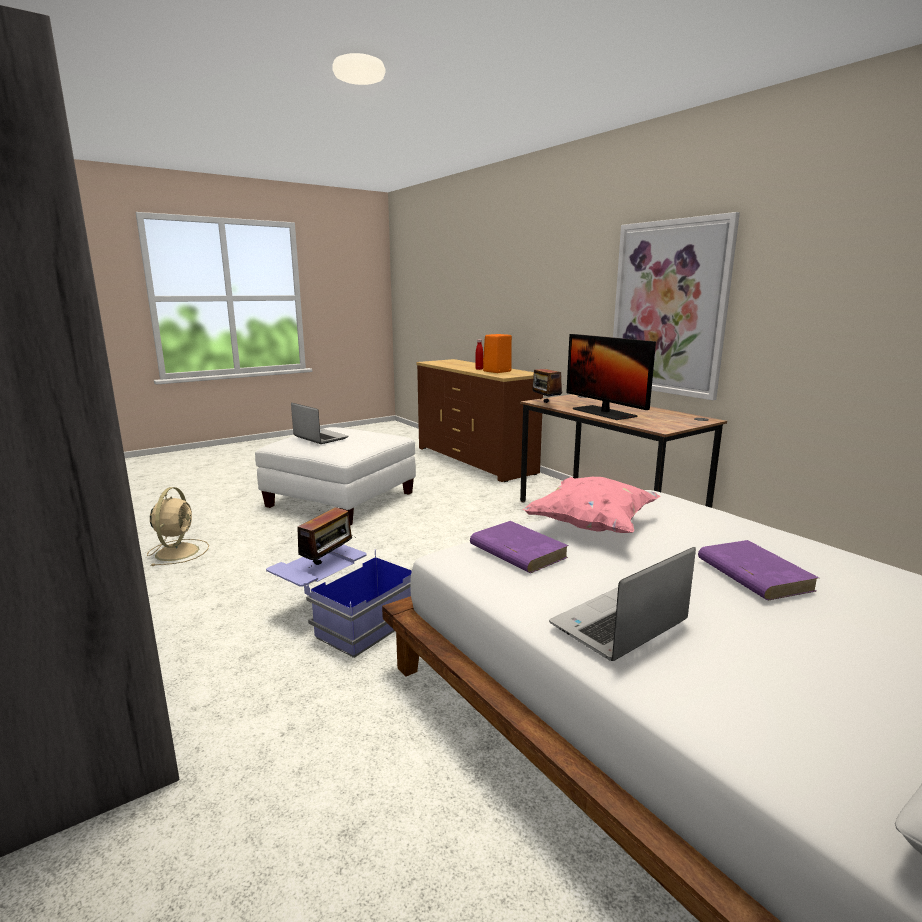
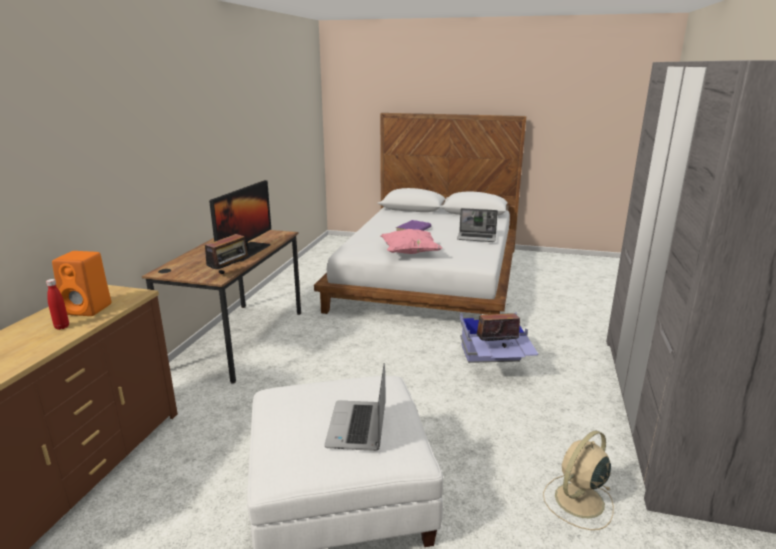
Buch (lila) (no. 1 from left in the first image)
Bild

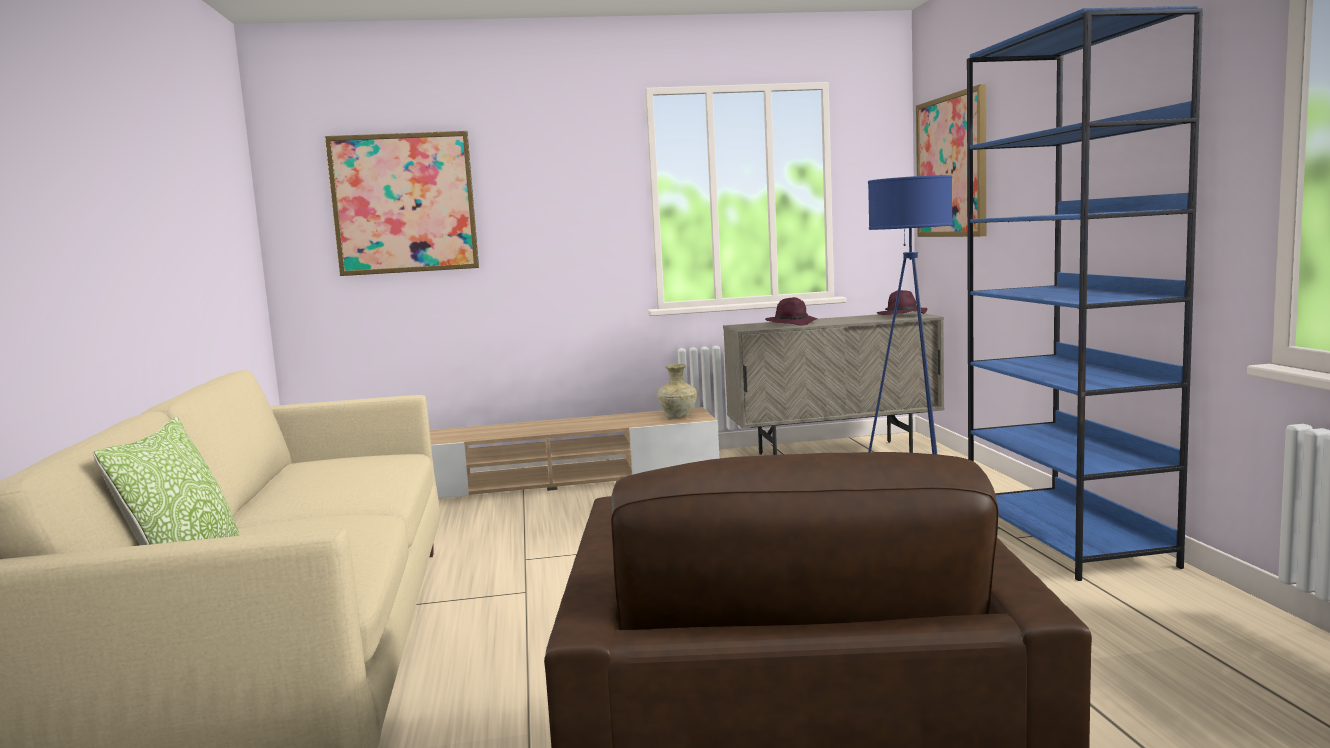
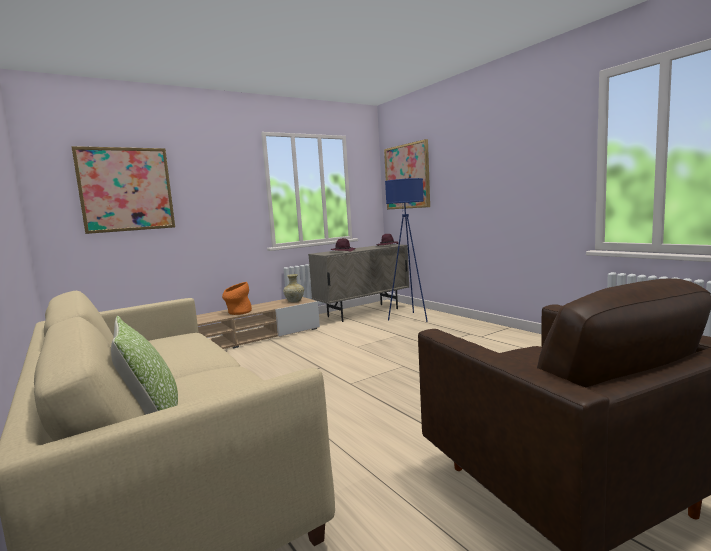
Vase (orange)
Bücherregal (blau)

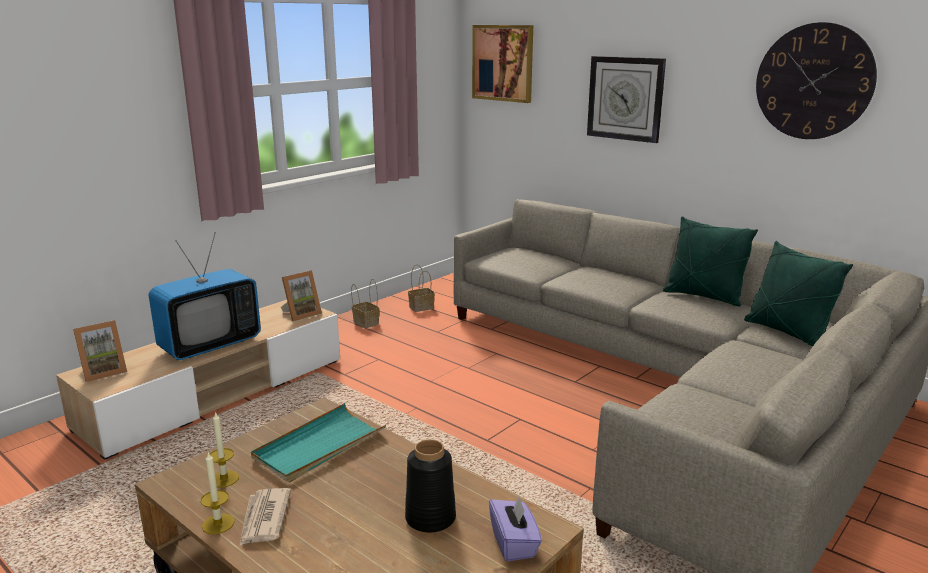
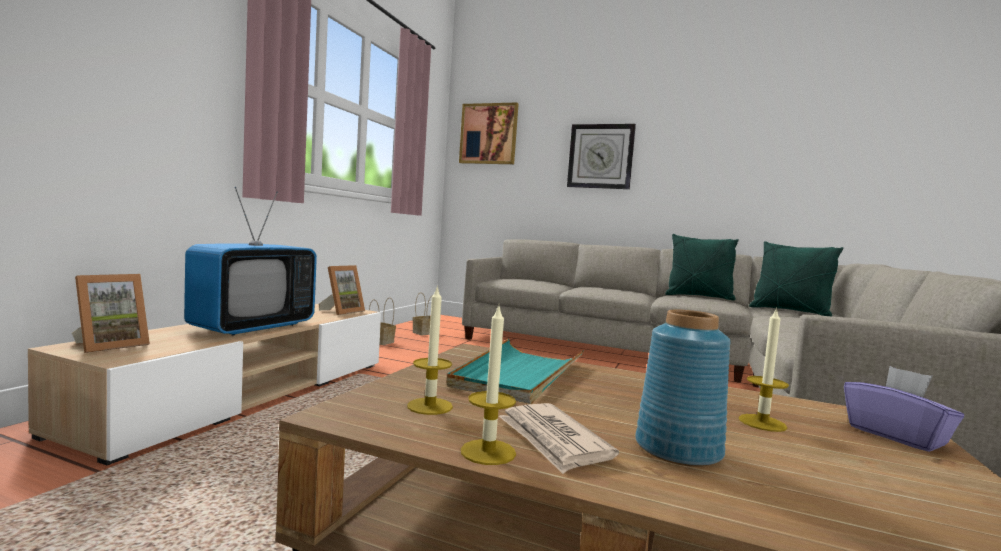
Vase (blau)
Kerze (no. 3 from left)
Wanduhr (no. 2 from left in the first image)

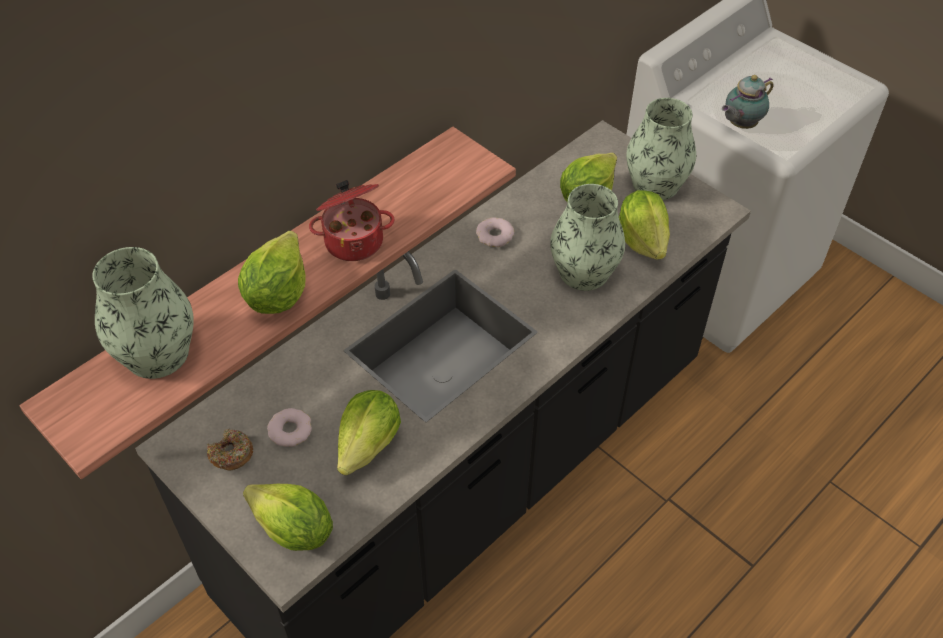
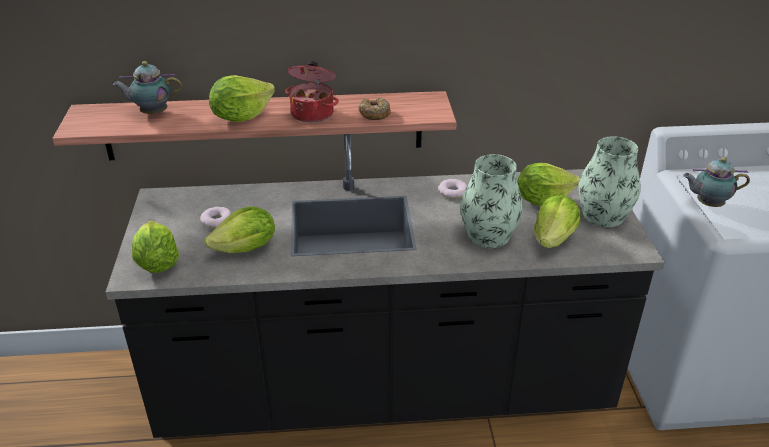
Teekanne (no. 1 from left)
Donut (no. 2 from left)

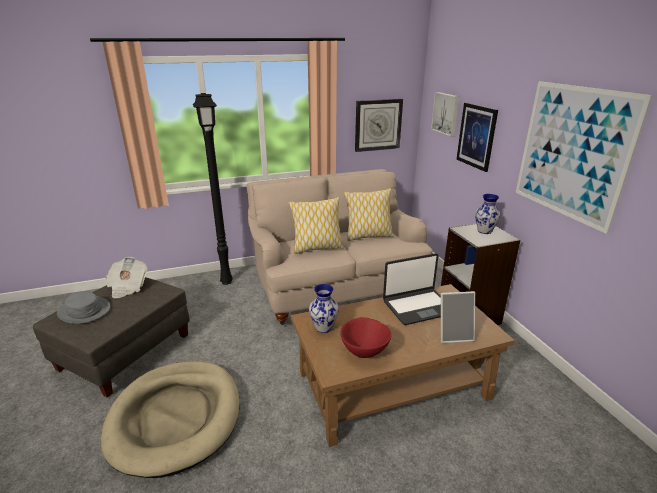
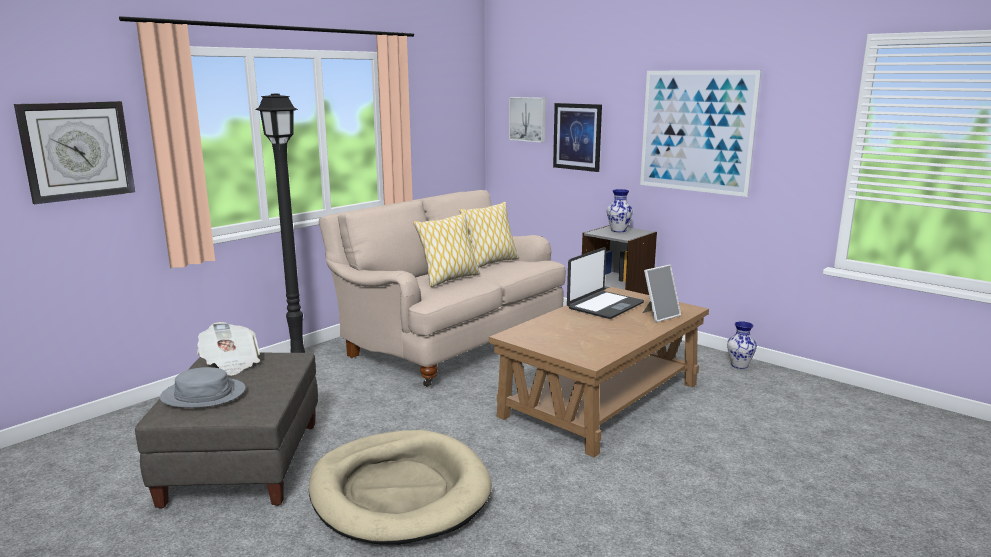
Wanduhr
Vase (no. 2 from left)
Schüssel (rot)

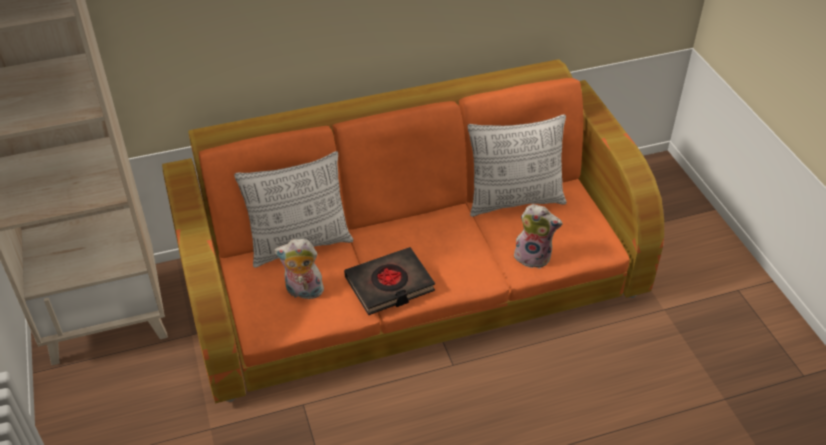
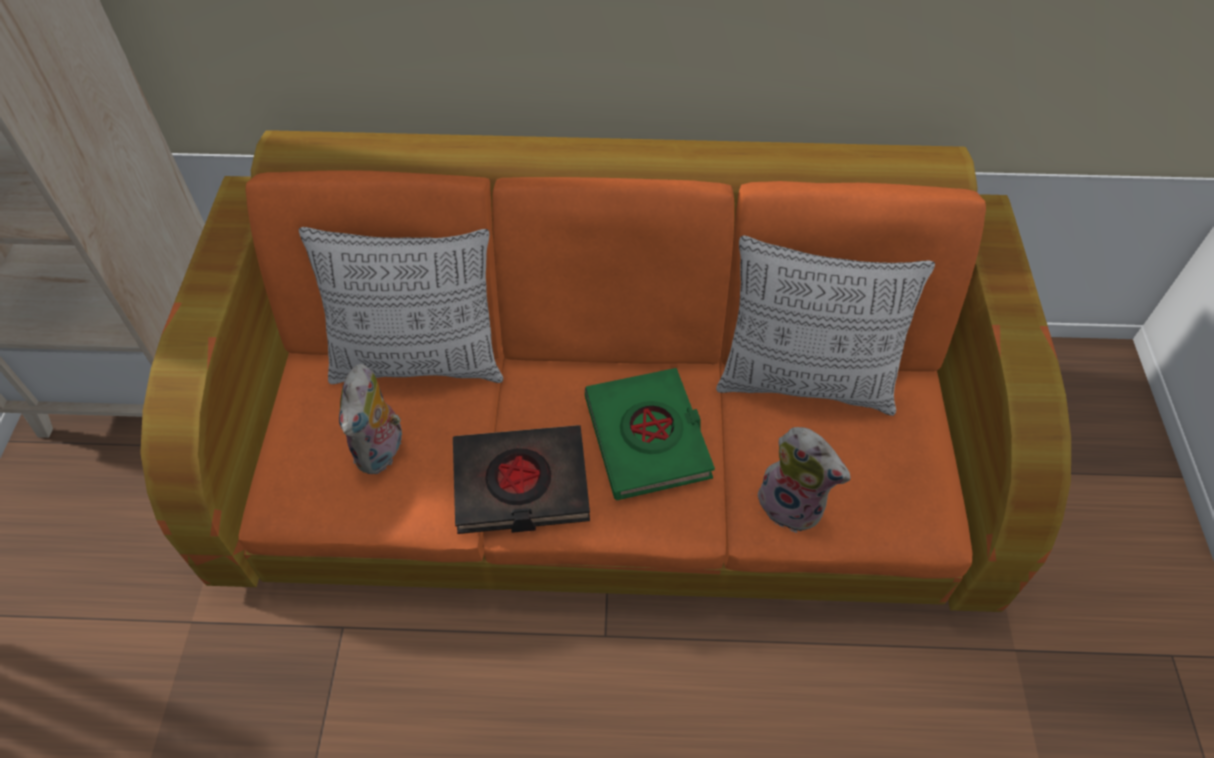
Plüschtier (no. 1 from left)
Buch (grün)

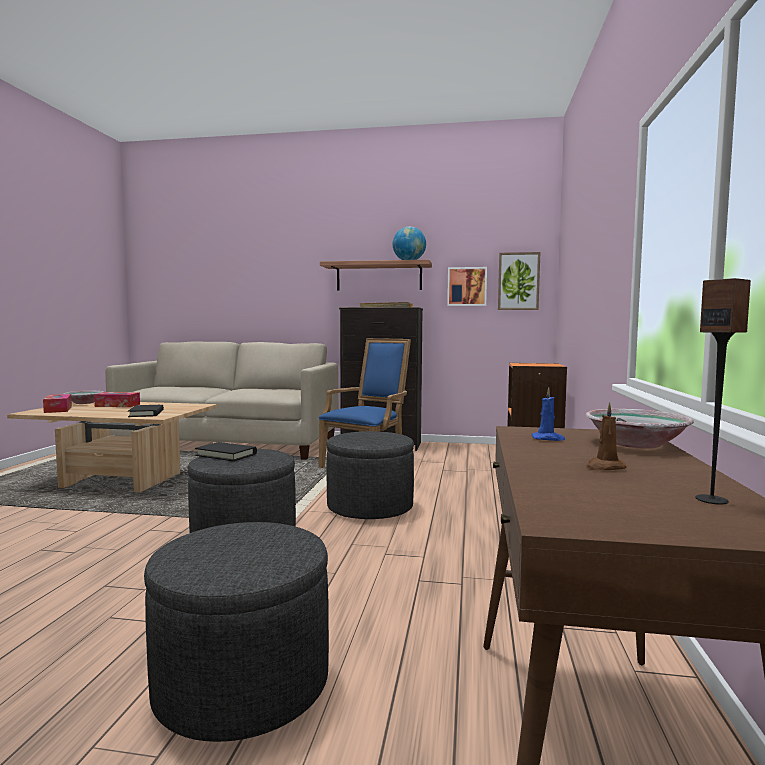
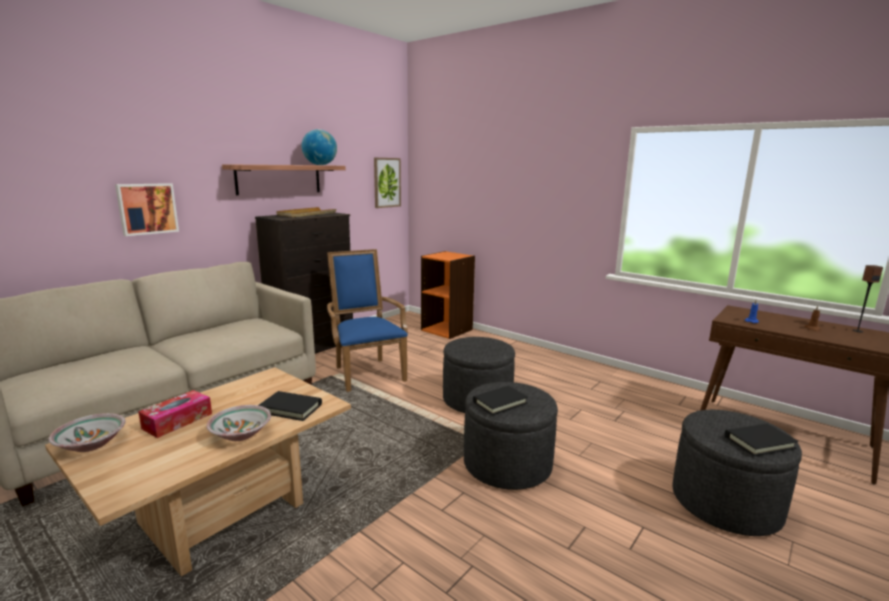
Bild (no. 1 from left)
Schüssel (no. 2 from left)
Buch (schwarz) (no. 3 from left)
Taschentuchbox (no. 1 from left in the first image)

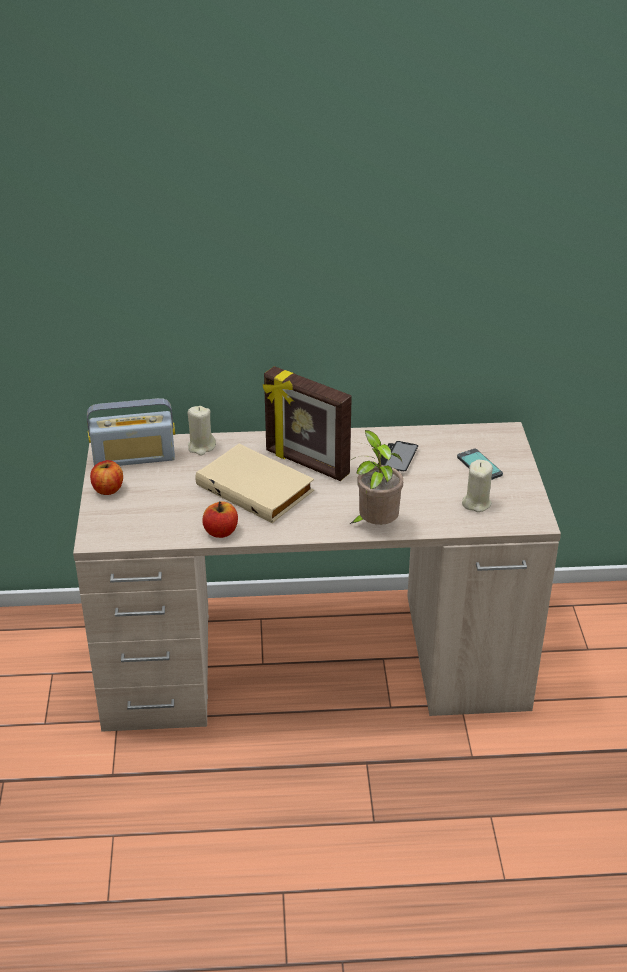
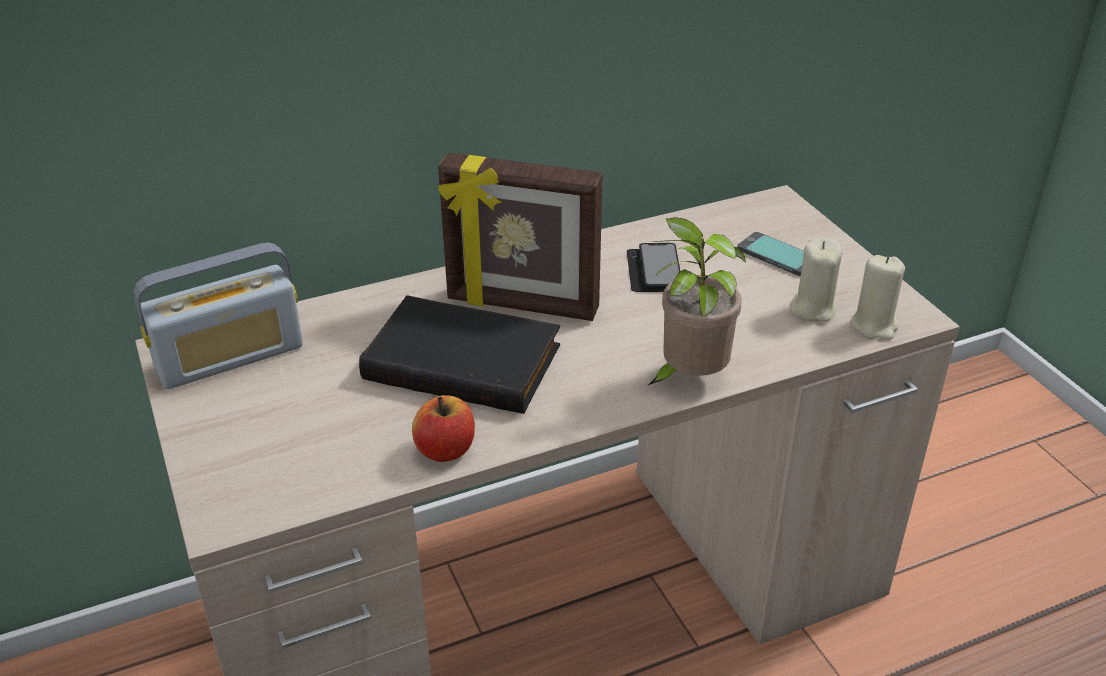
Buch (schwarz)
Kerze (beige) (no. 2 from left)
Apfel (no. 1 from left in the first image)

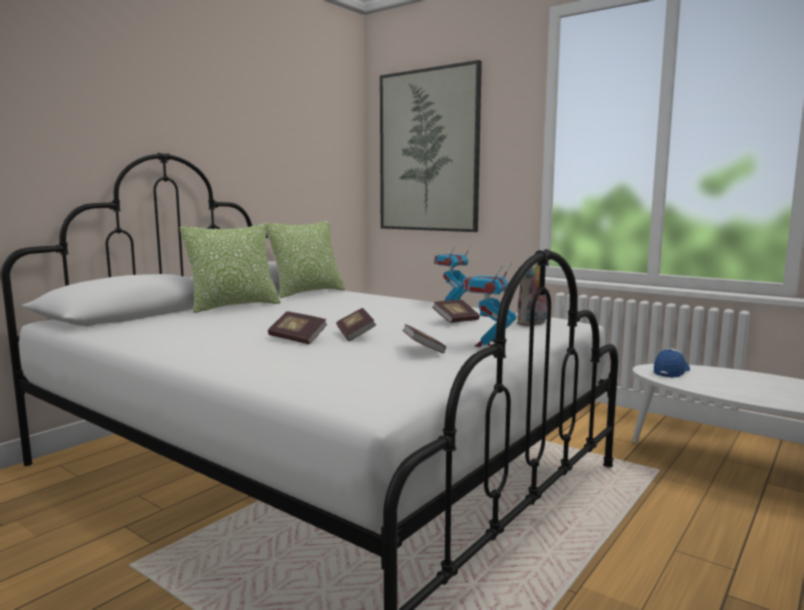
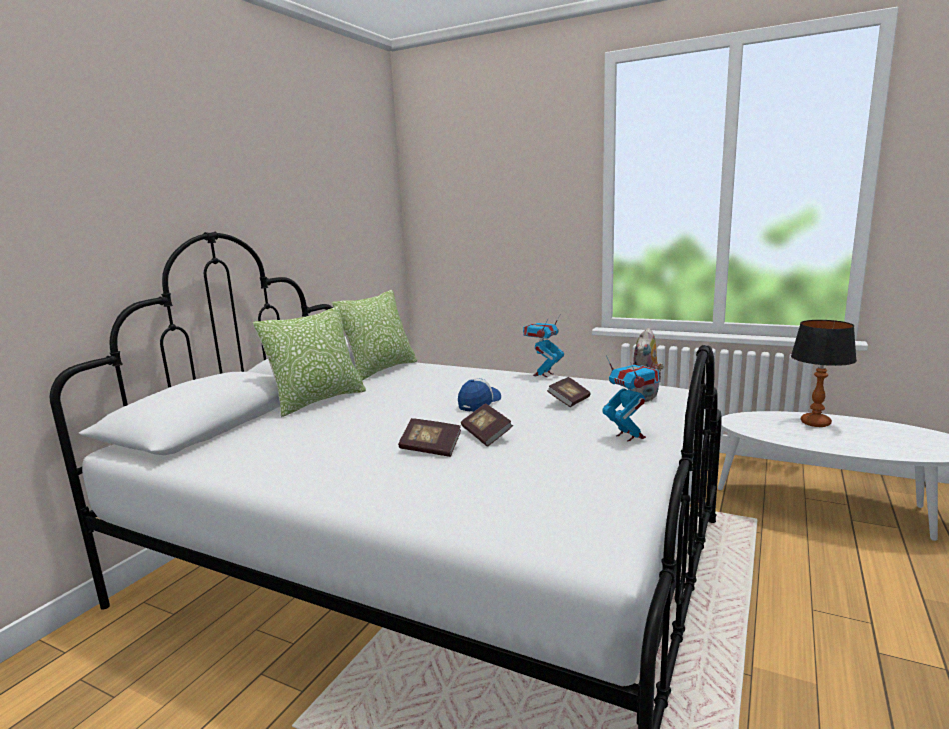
Kappe
Spielzeugroboter (no. 2 from left)
Tischlampe
Bild
Buch (no. 3 from left in the first image)

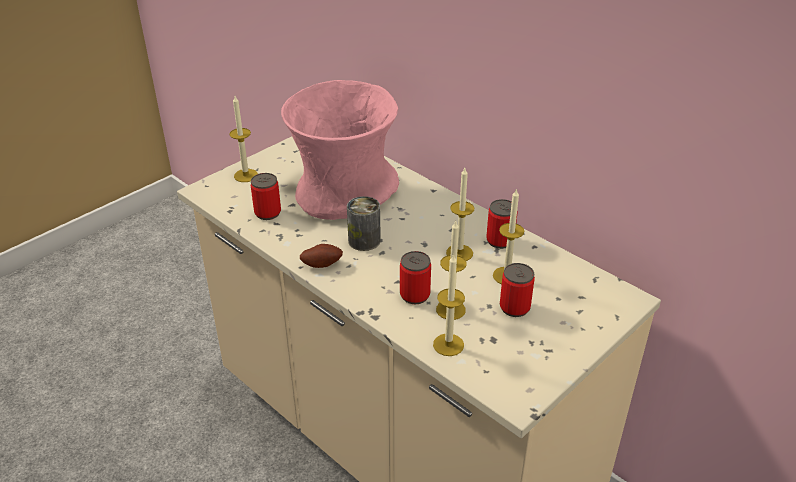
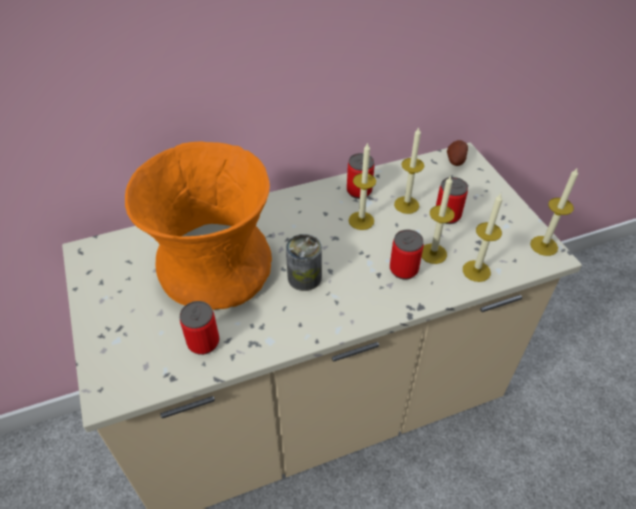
Vase (orange)
Kartoffel
Kerze (no. 5 from left)

